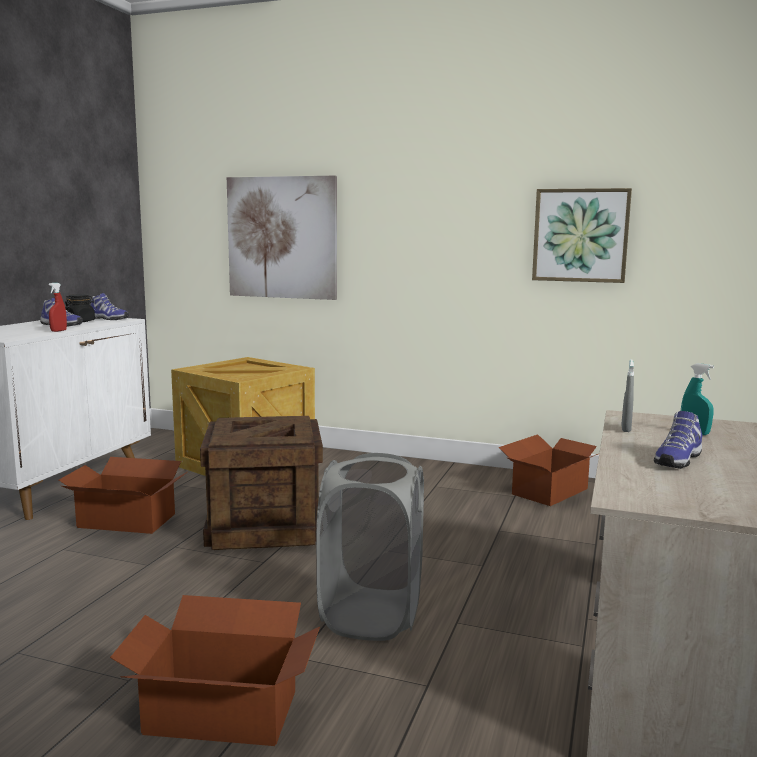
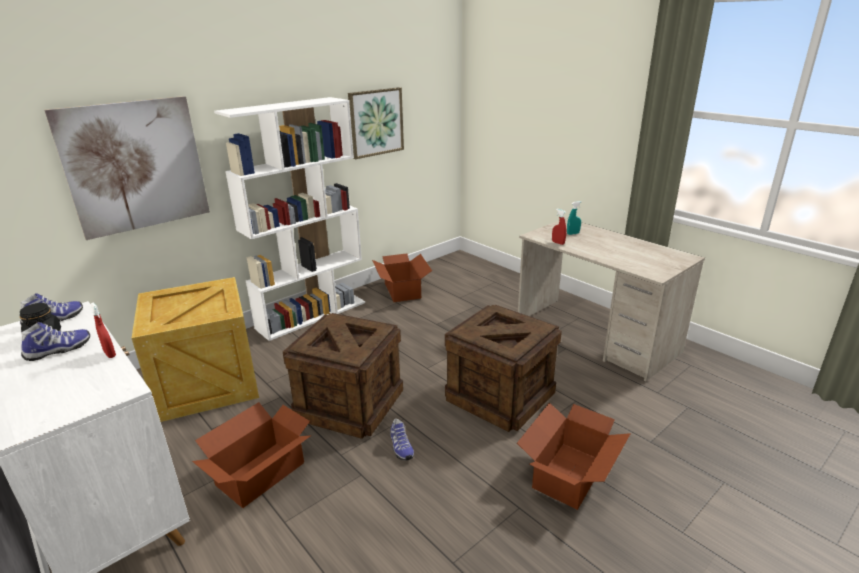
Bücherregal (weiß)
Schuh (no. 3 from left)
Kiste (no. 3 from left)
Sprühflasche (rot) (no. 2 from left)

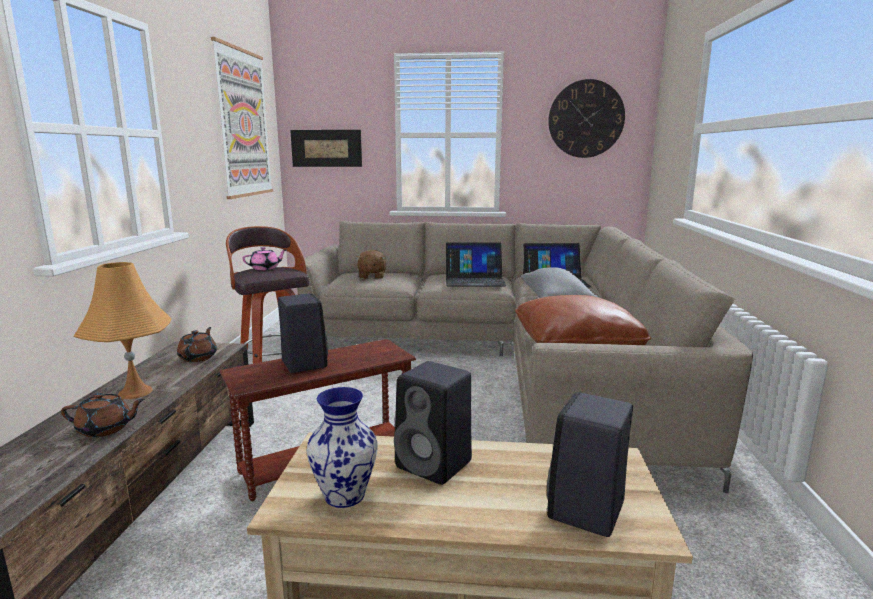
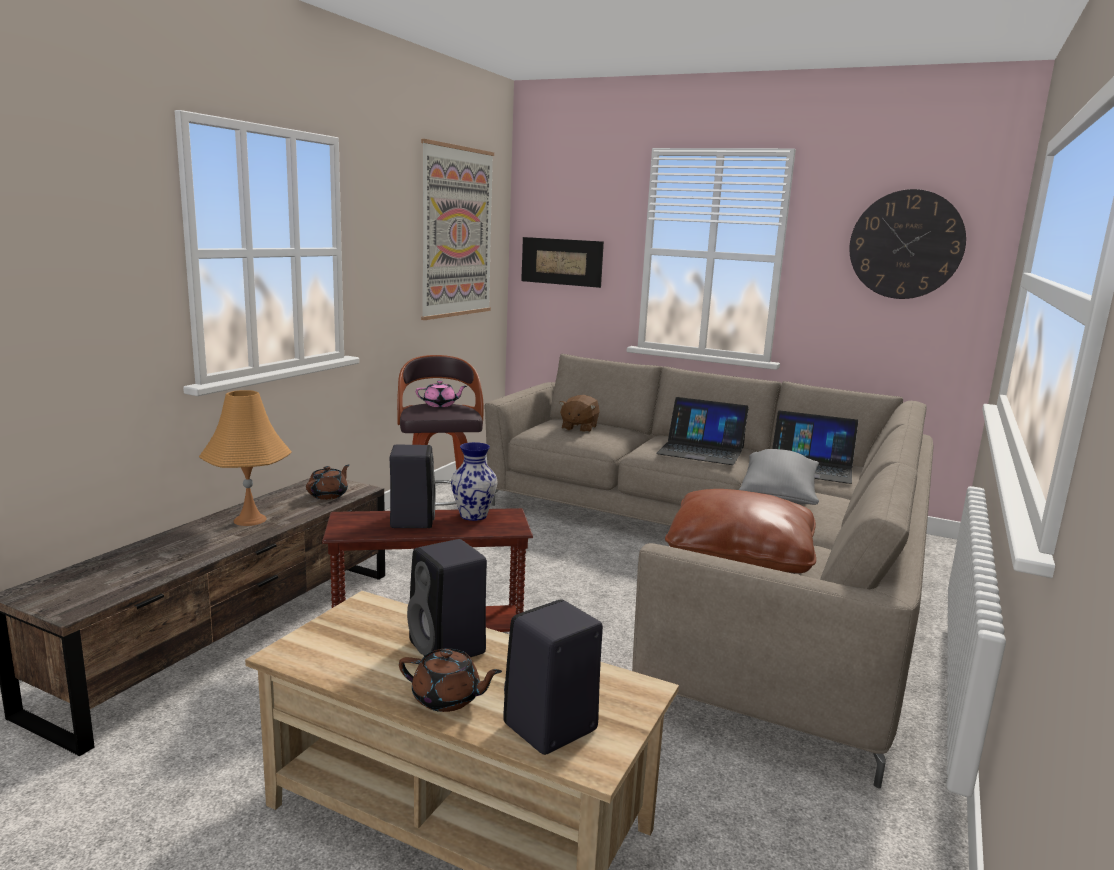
Teekanne (braun) (no. 2 from left)
Vase

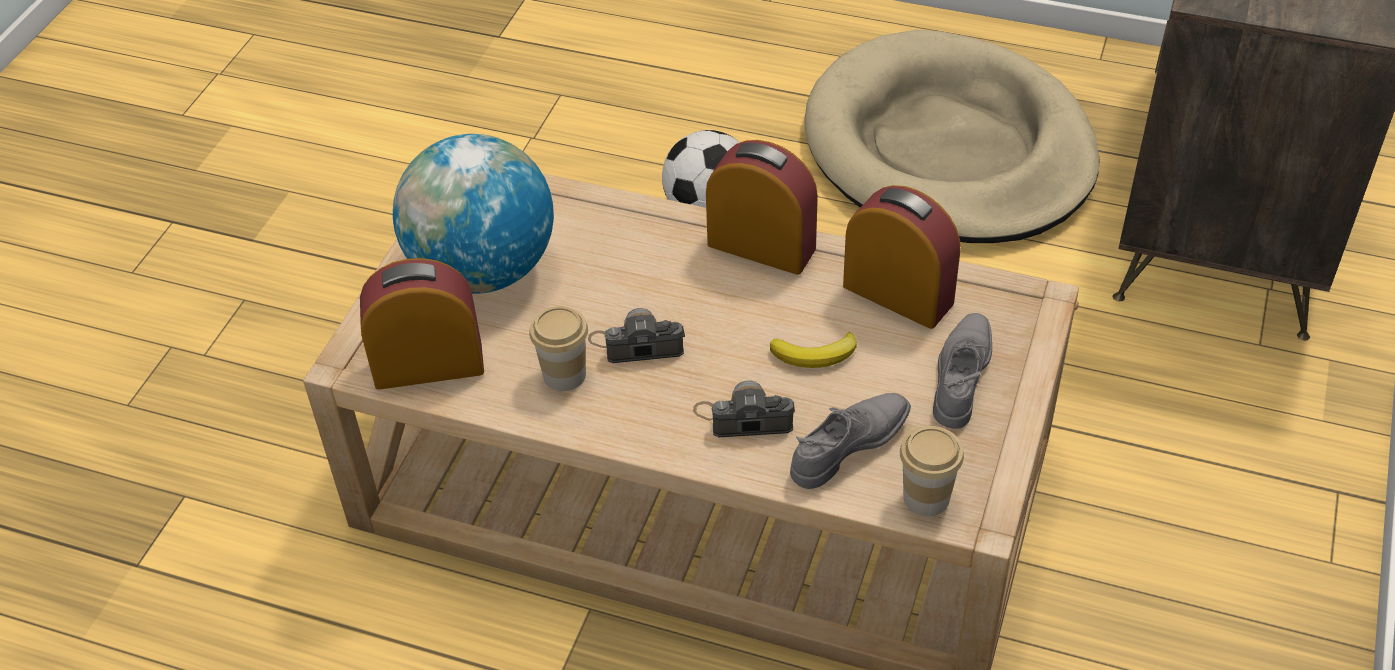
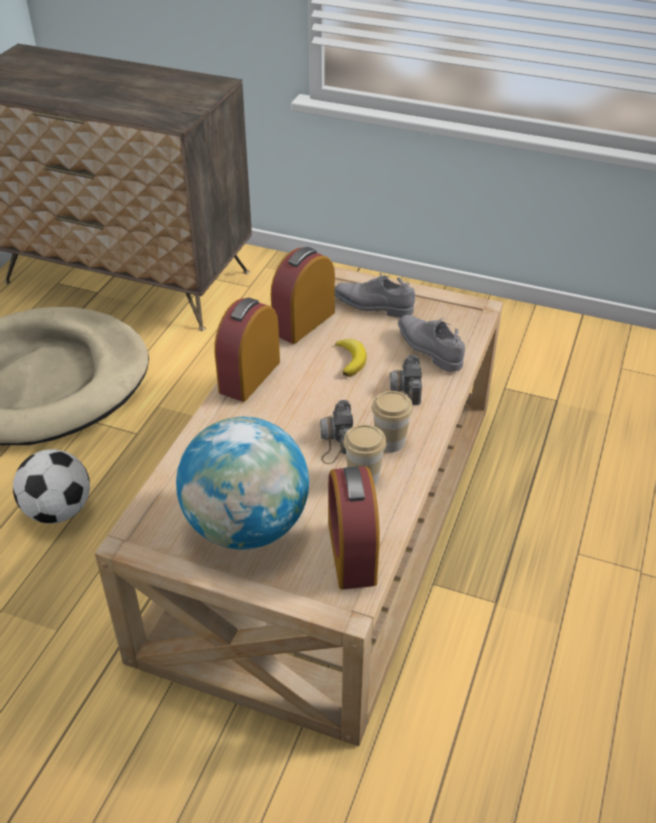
Tasse (no. 2 from left)

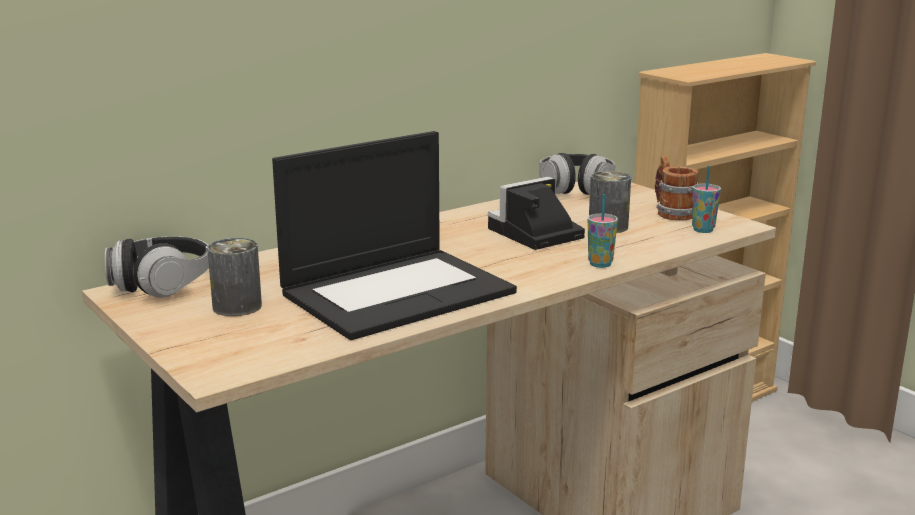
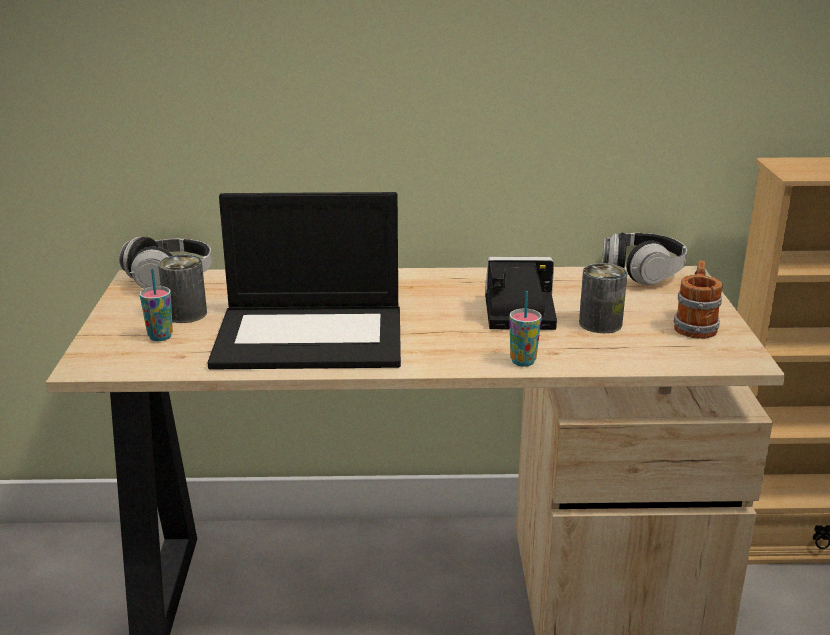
Tasse (no. 1 from left)

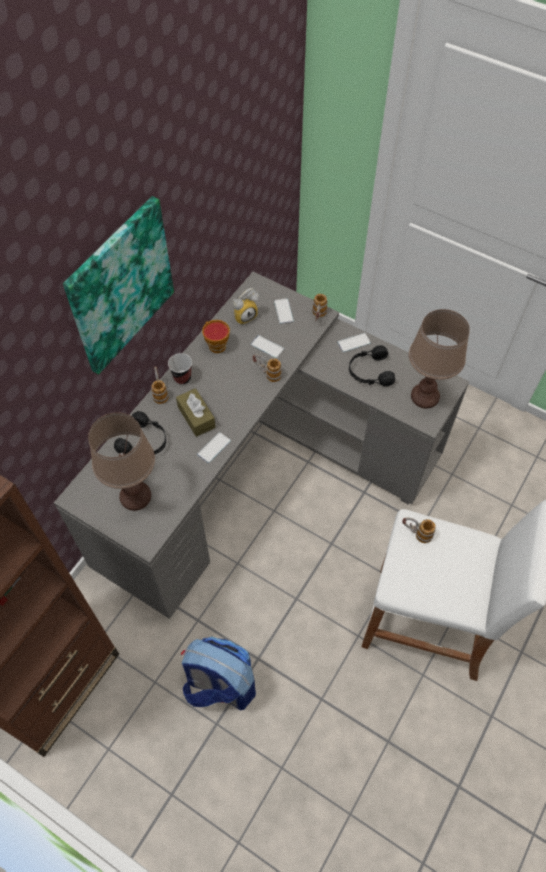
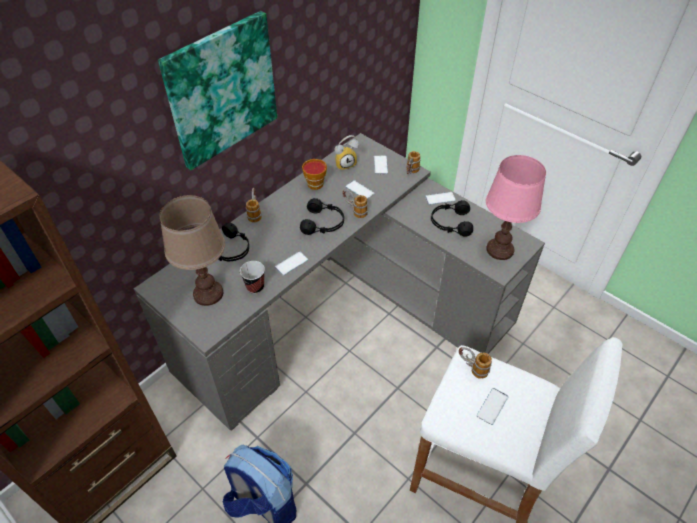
Tasse (no. 1 from left)
Kopfhörer (schwarz) (no. 2 from left)
Handy (no. 5 from left)
Tischlampe (rosa)
Taschentuchbox (braun)

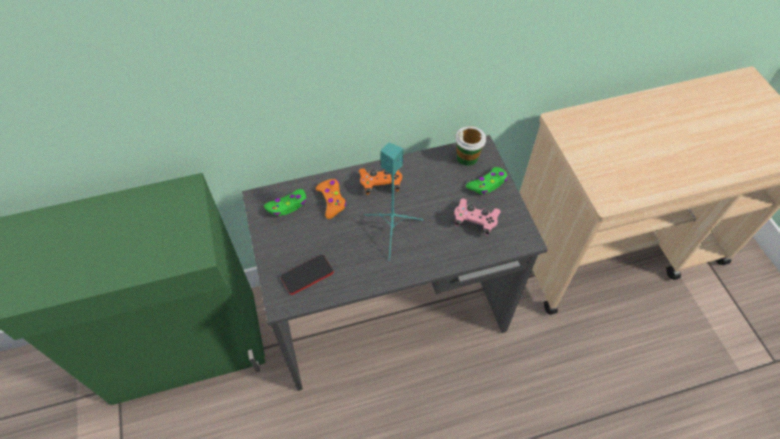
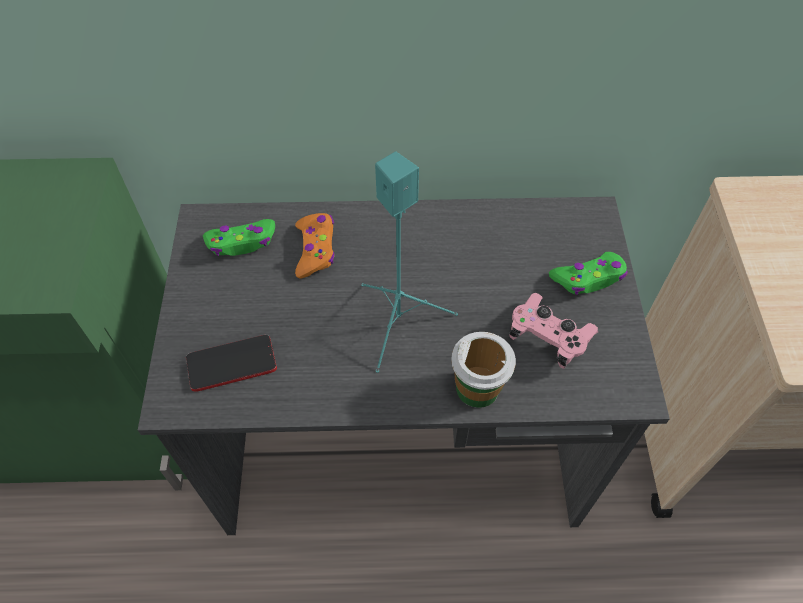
Tasse
Gamepad (orange) (no. 2 from left in the first image)

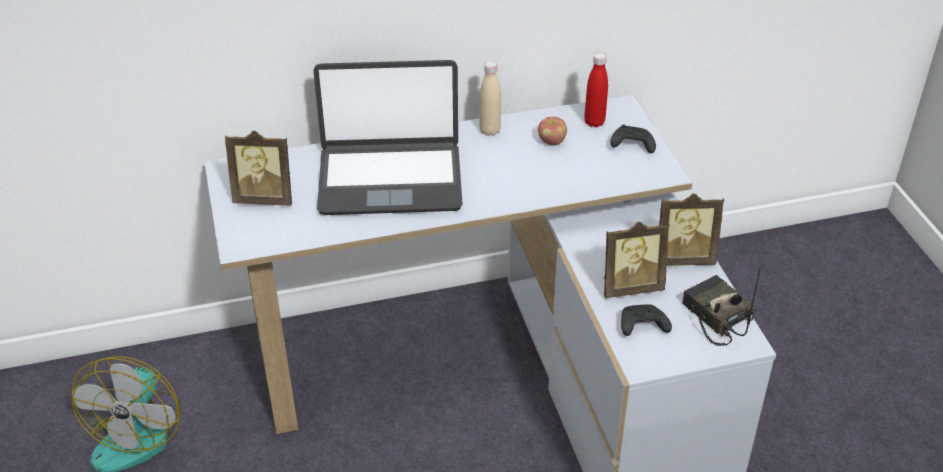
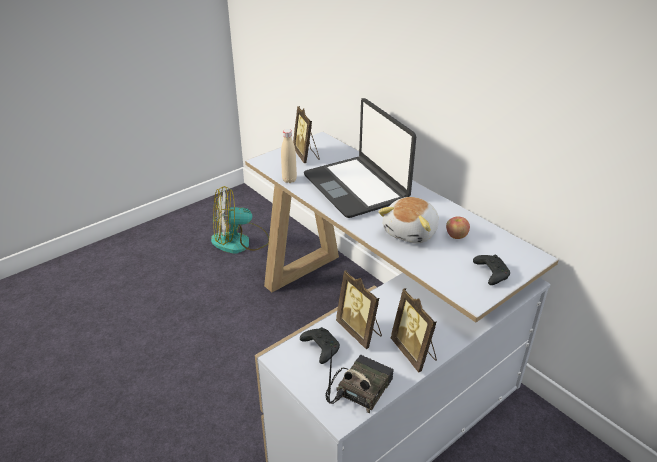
Flasche (beige)
Plüschtier
Flasche (rot)

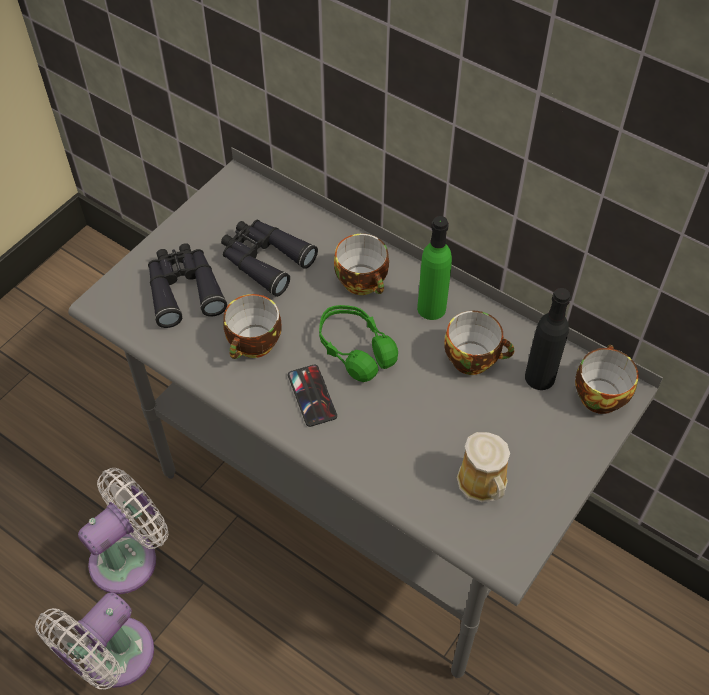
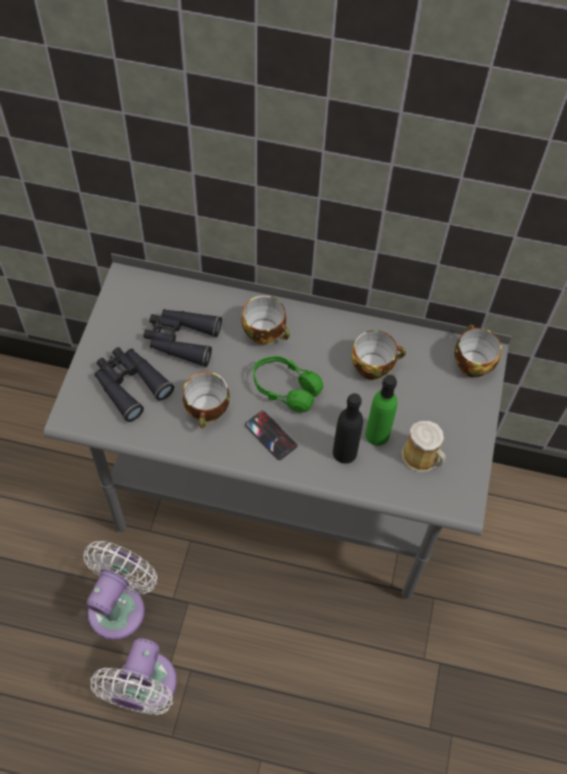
Flasche (schwarz)
Flasche (grün)

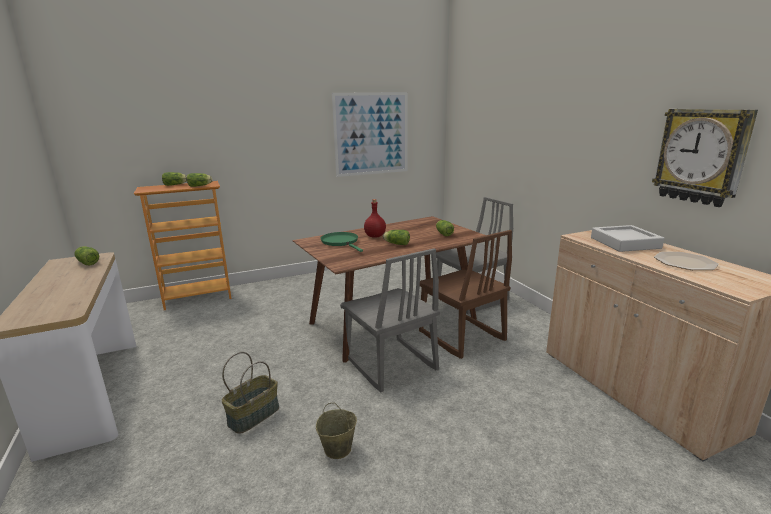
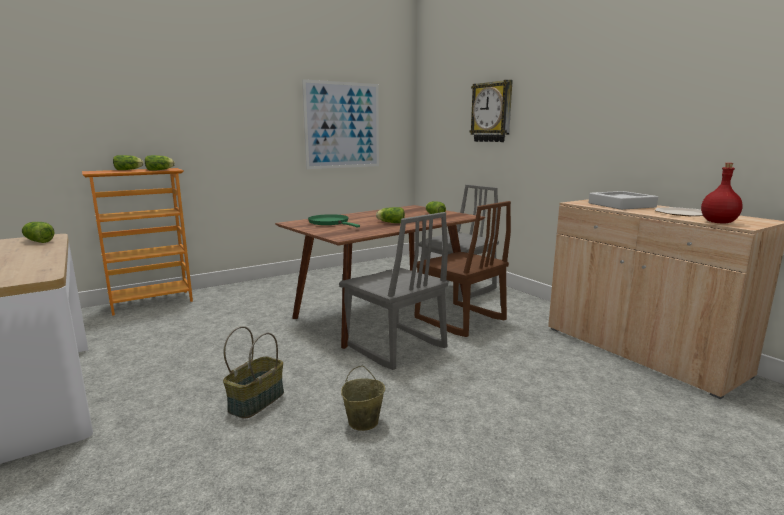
Wanduhr
Flasche (rot)

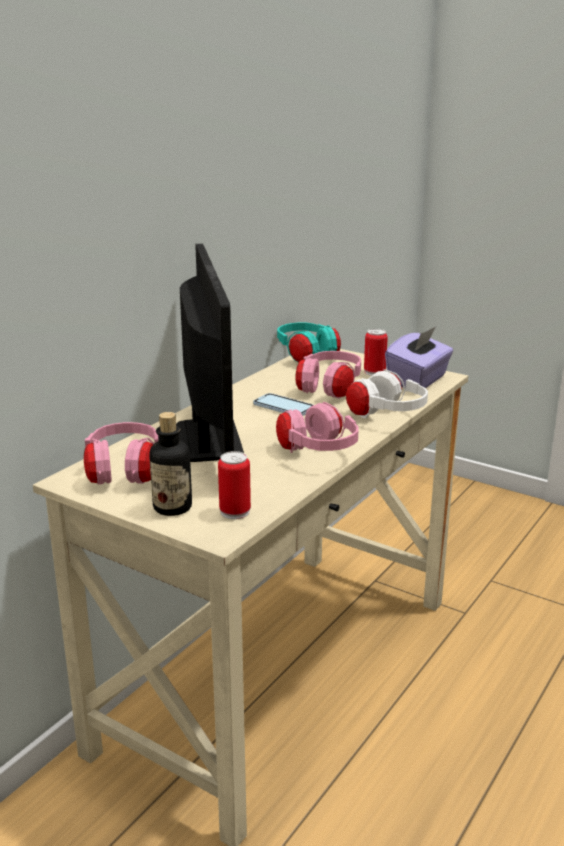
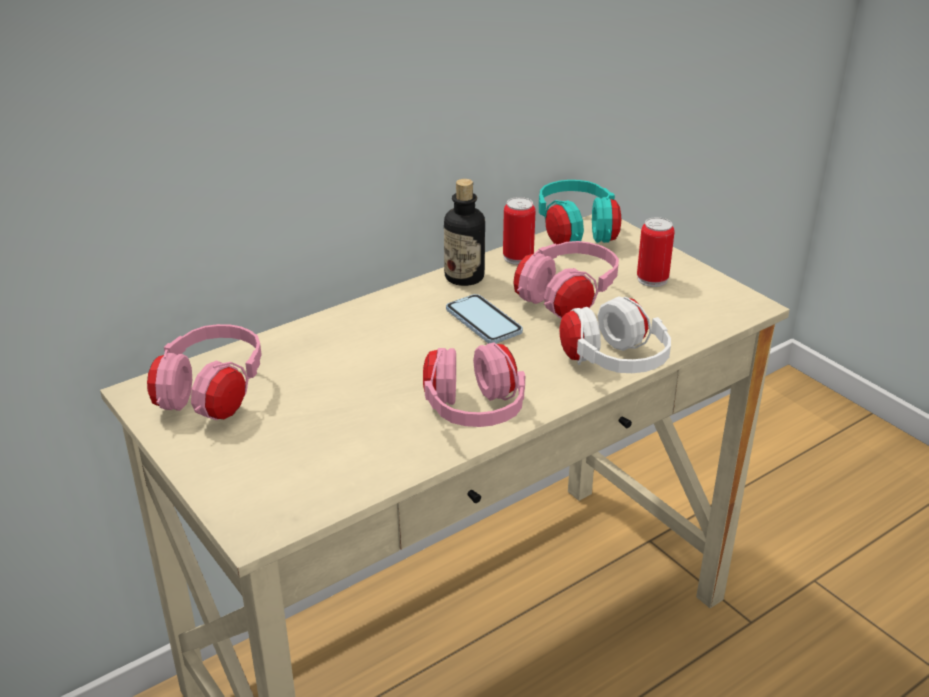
Flasche
Dose (no. 1 from left)
Monitor
Taschentuchbox (lila)

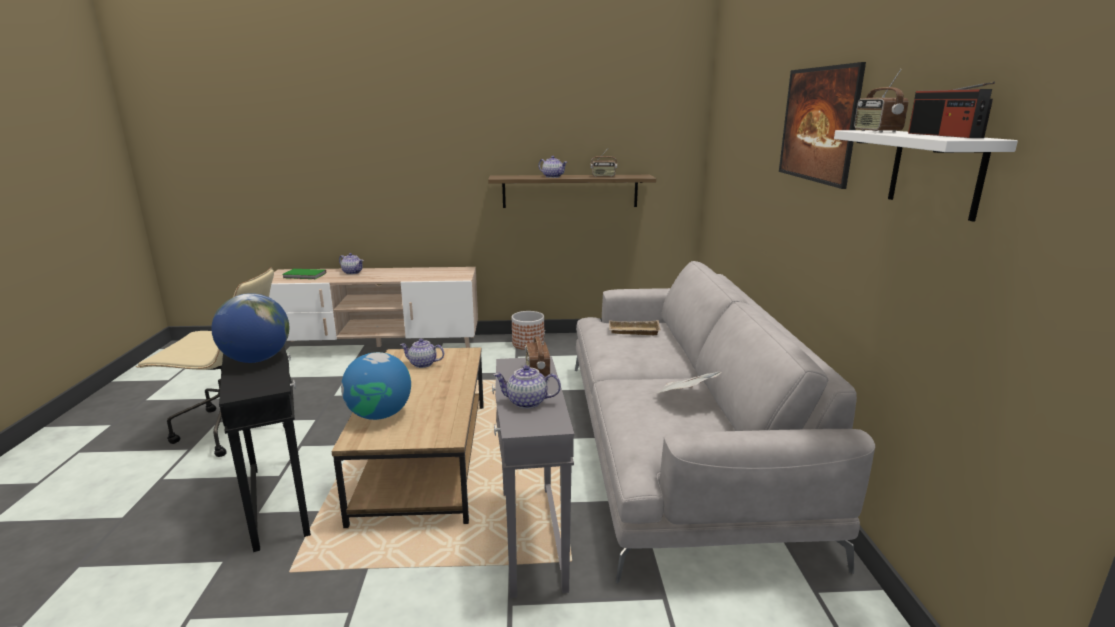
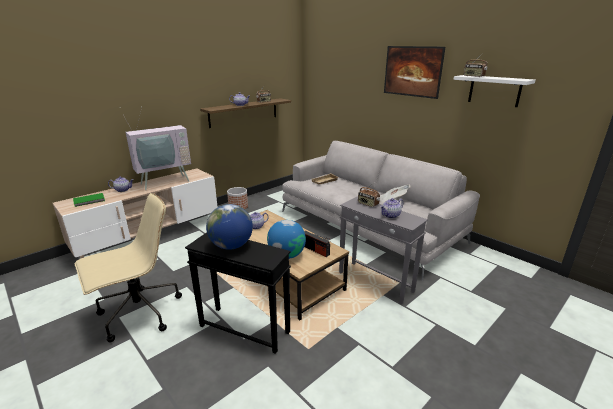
Fernseher
Radio (no. 2 from left)

